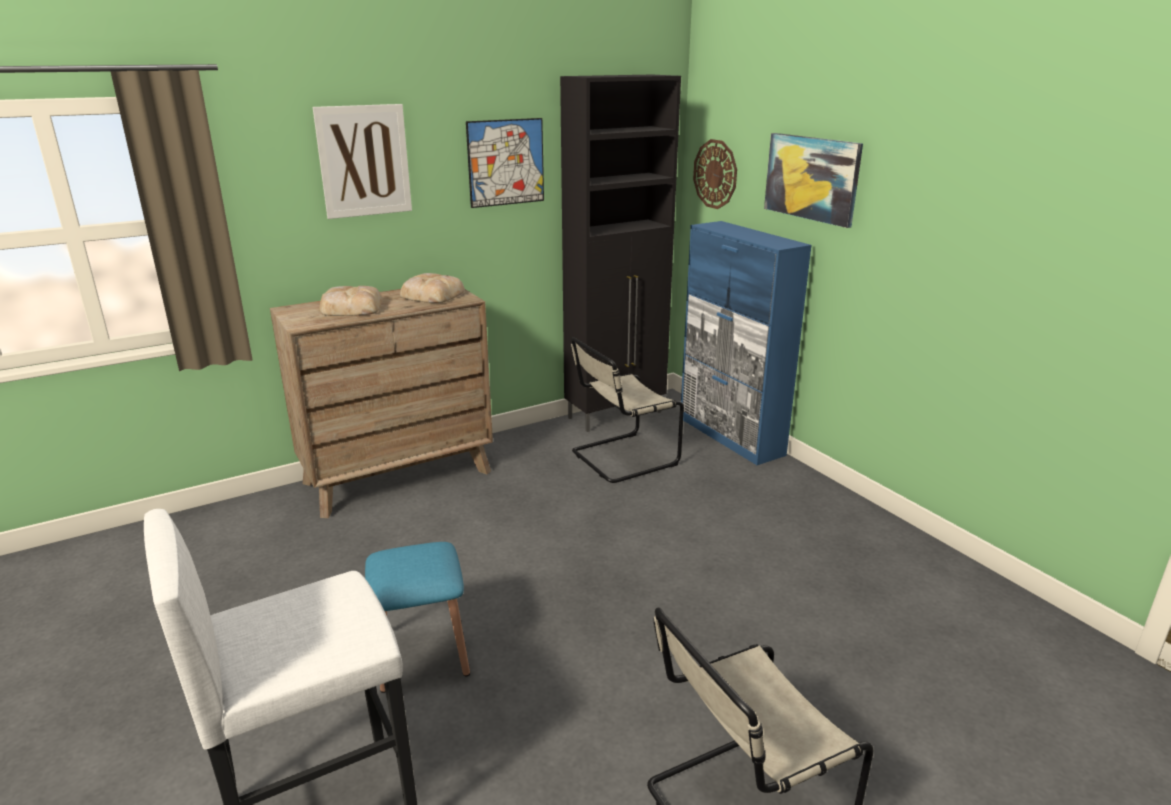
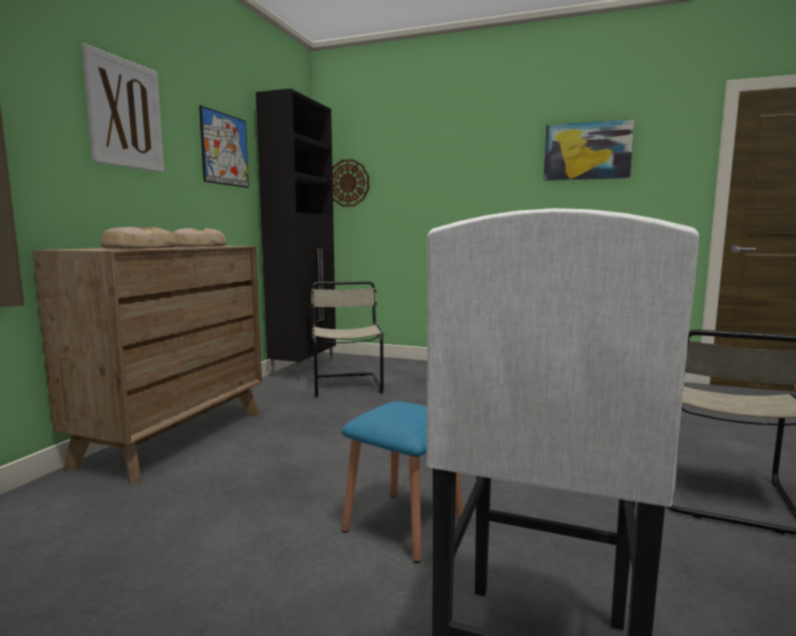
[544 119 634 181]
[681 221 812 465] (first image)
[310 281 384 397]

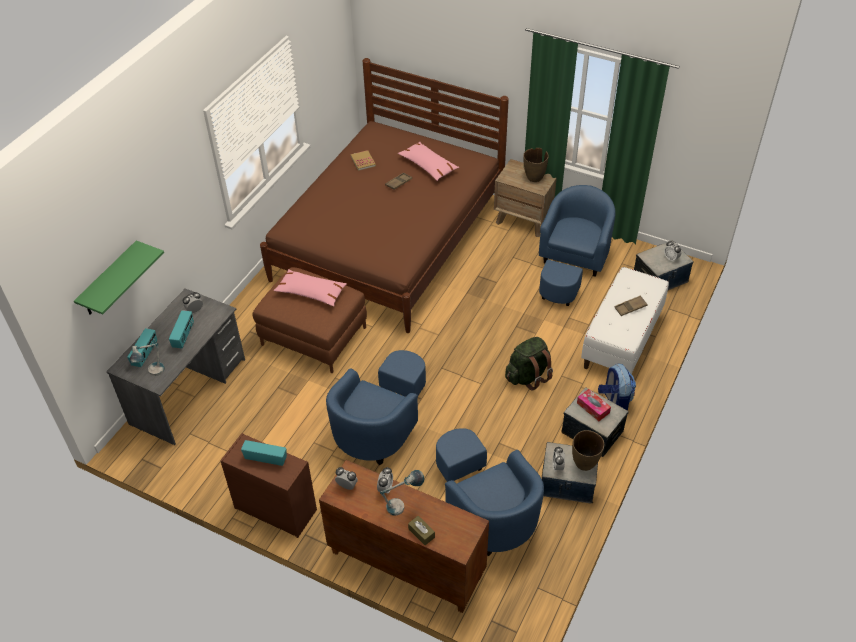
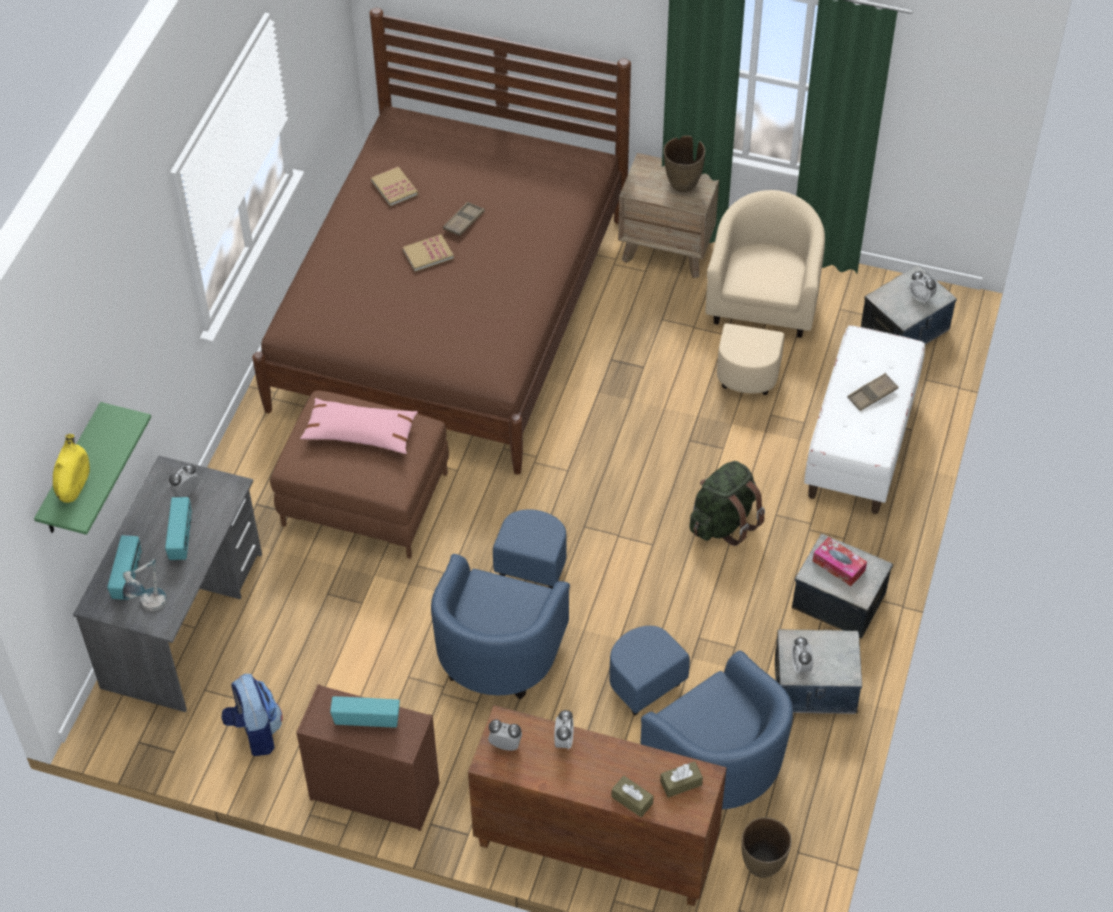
[398 142 459 181] (first image)
[705 190 825 395]
[221 674 283 756]
[741 817 792 878]
[380 470 424 516] (first image)
[402 234 454 272]
[53 434 90 503]
[660 761 703 798]

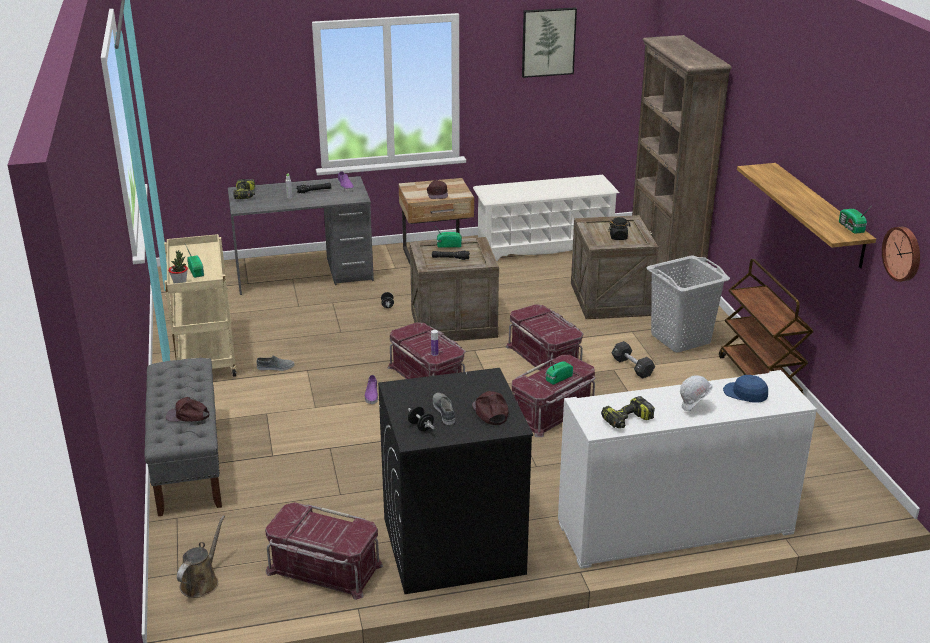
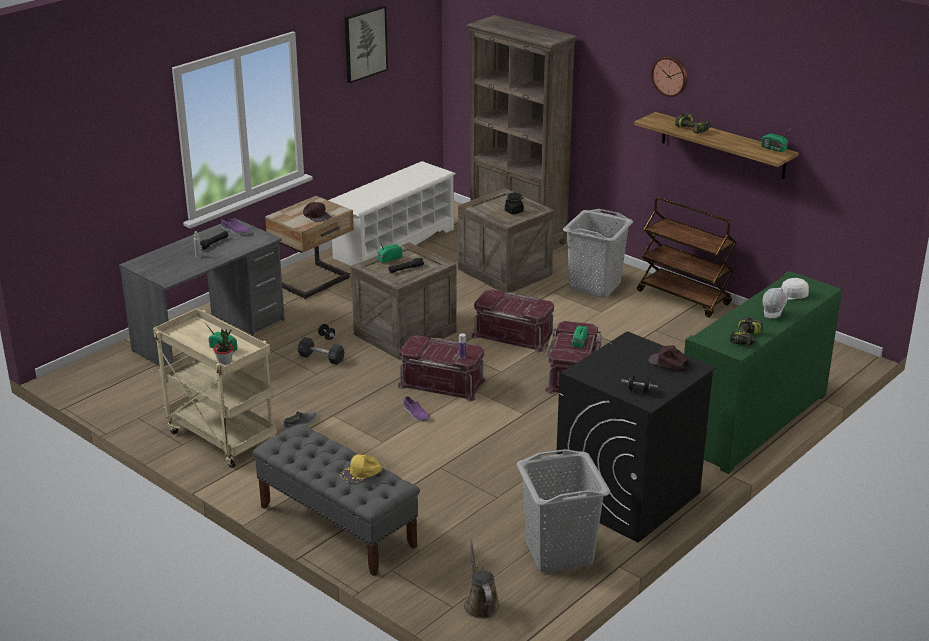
[675 113 711 134]
[651 56 688 97]
[298 337 345 365]
[684 271 842 474]
[778 278 809 300]
[433 393 455 425] (first image)
[340 455 382 483]
[516 449 610 573]

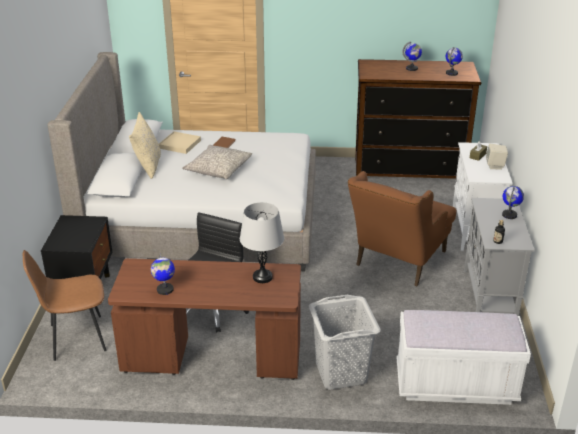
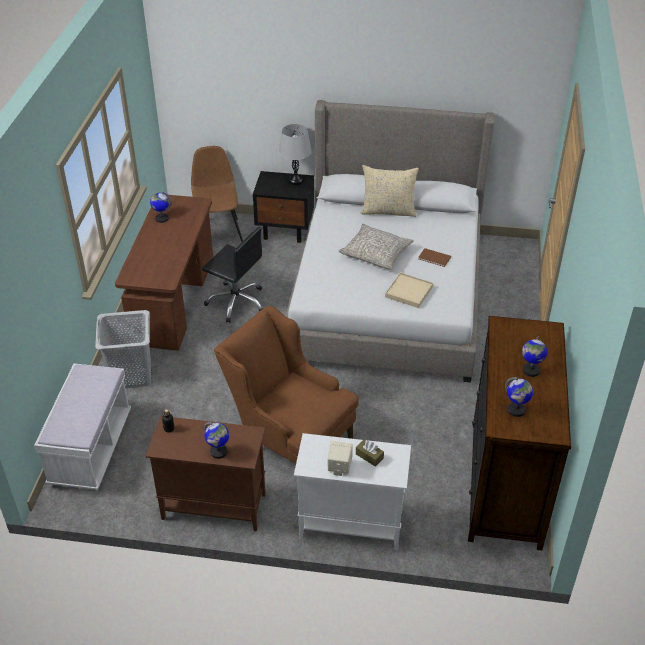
[385 273 433 308]
[146 416 266 531]
[279 124 312 185]

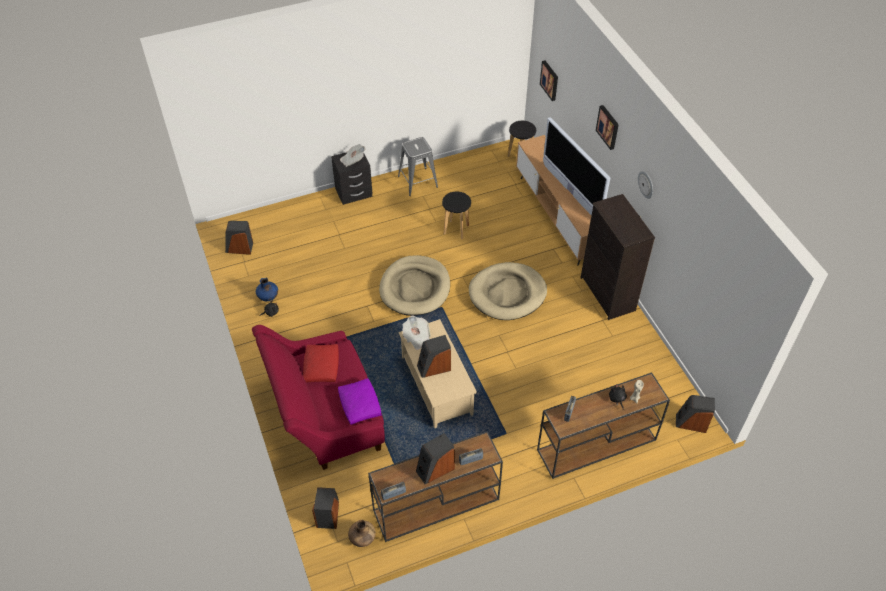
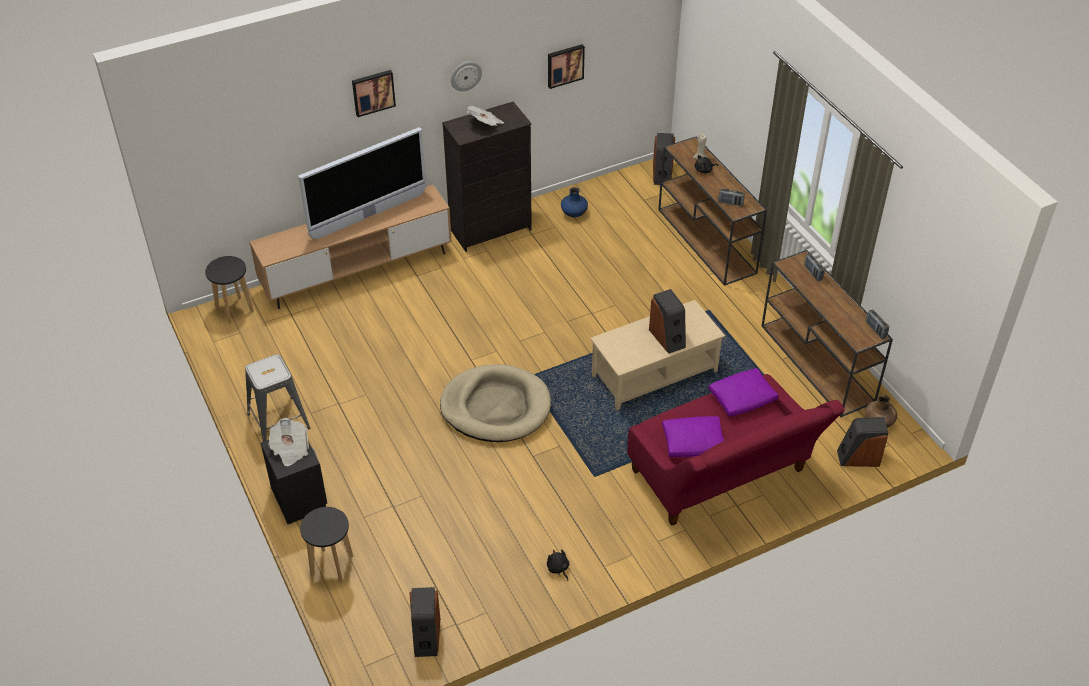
[548 44 585 89]
[300 507 353 582]
[469 262 547 320] (first image)
[561 187 588 217]
[467 106 504 126]
[662 416 724 457]
[416 433 455 484] (first image)

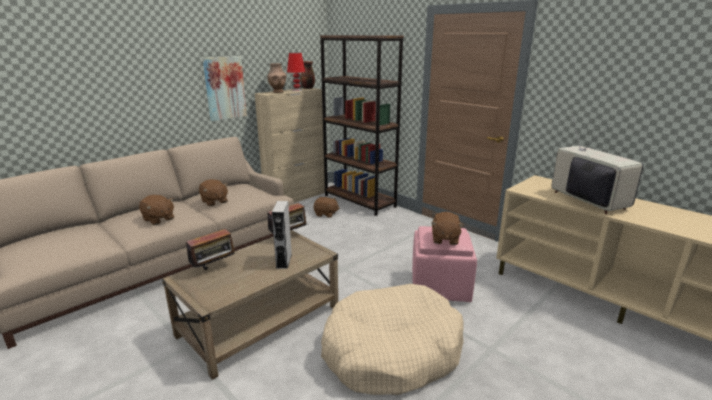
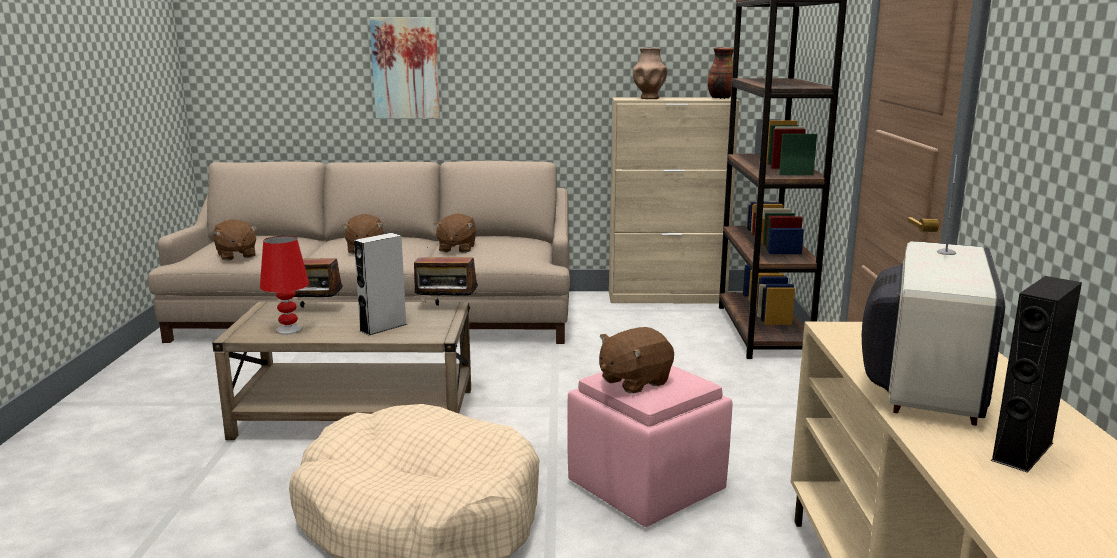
[260 236 309 335]
[370 17 440 119]
[213 219 257 261]
[991 276 1082 473]

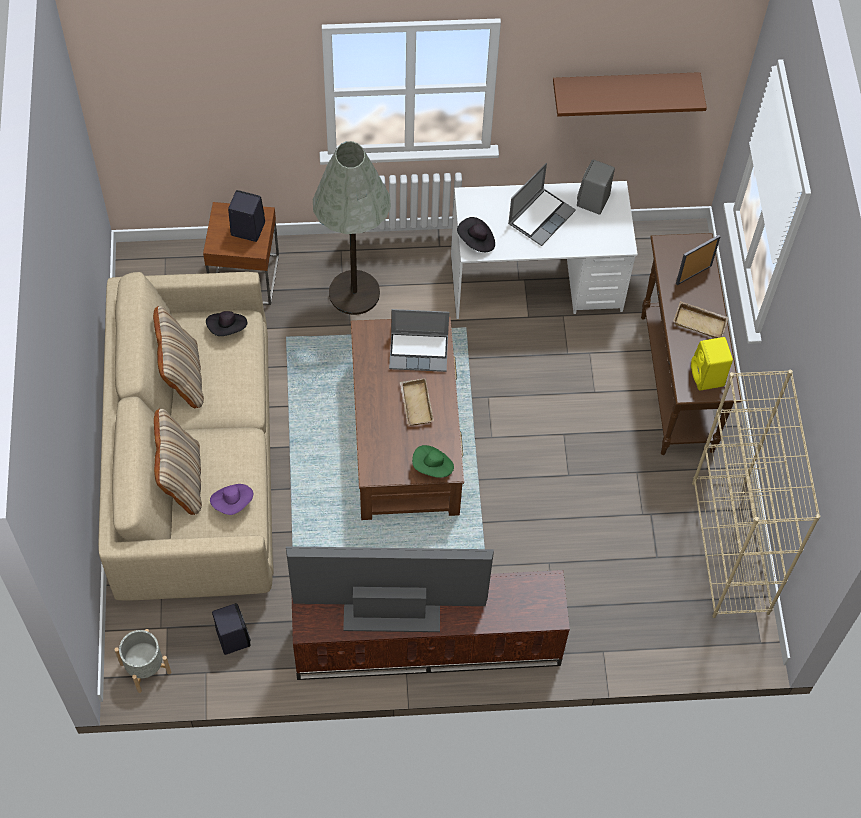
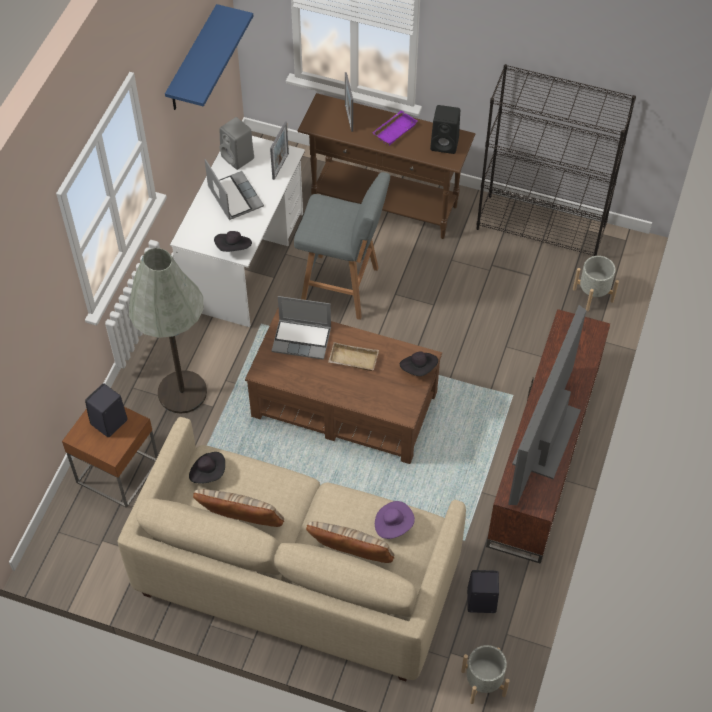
[165 4 253 110]
[372 110 417 146]
[272 296 331 360]
[430 105 460 154]
[476 64 636 256]
[400 351 438 376]
[270 121 289 180]
[294 172 390 320]
[573 256 619 311]

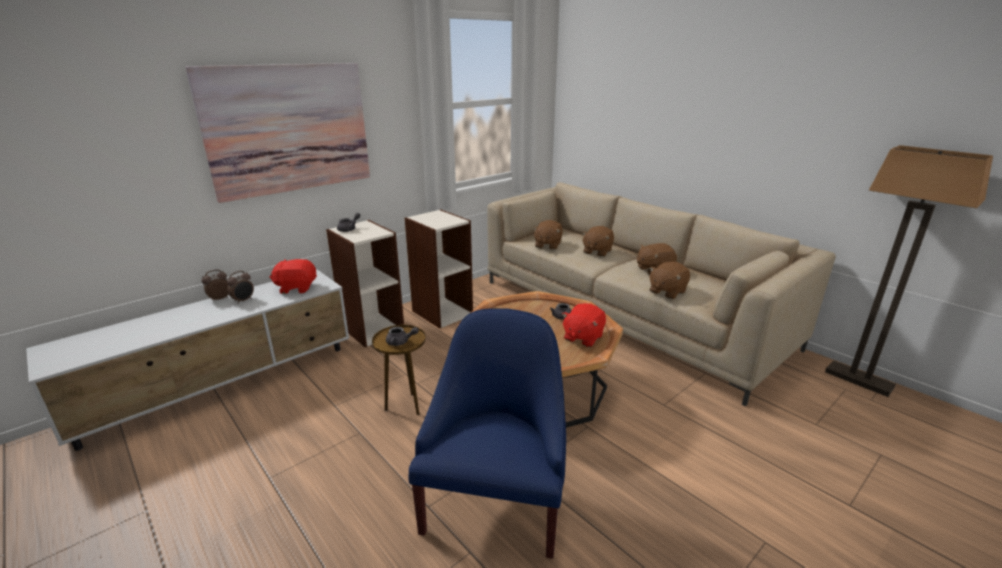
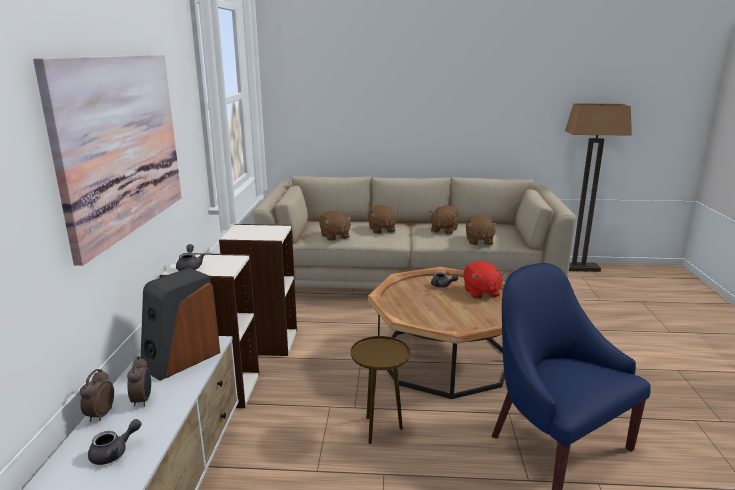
[141 268 220 381]
[88 419 141 465]

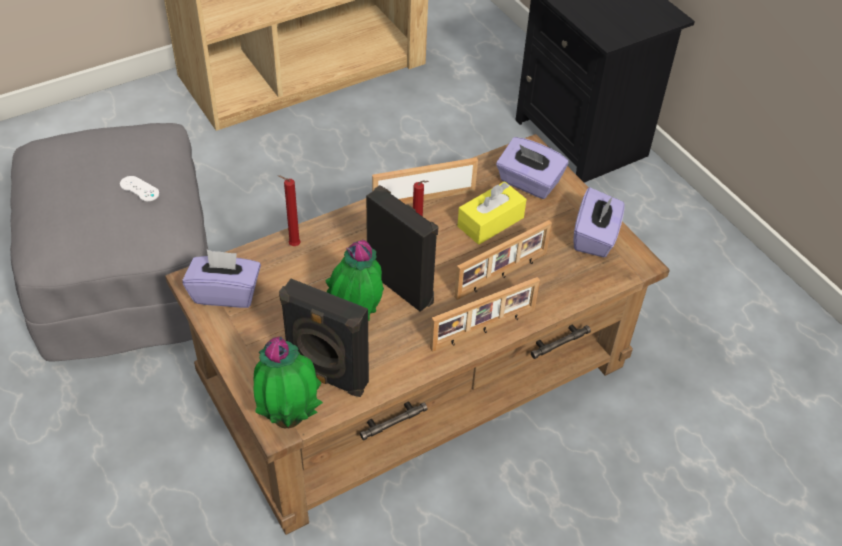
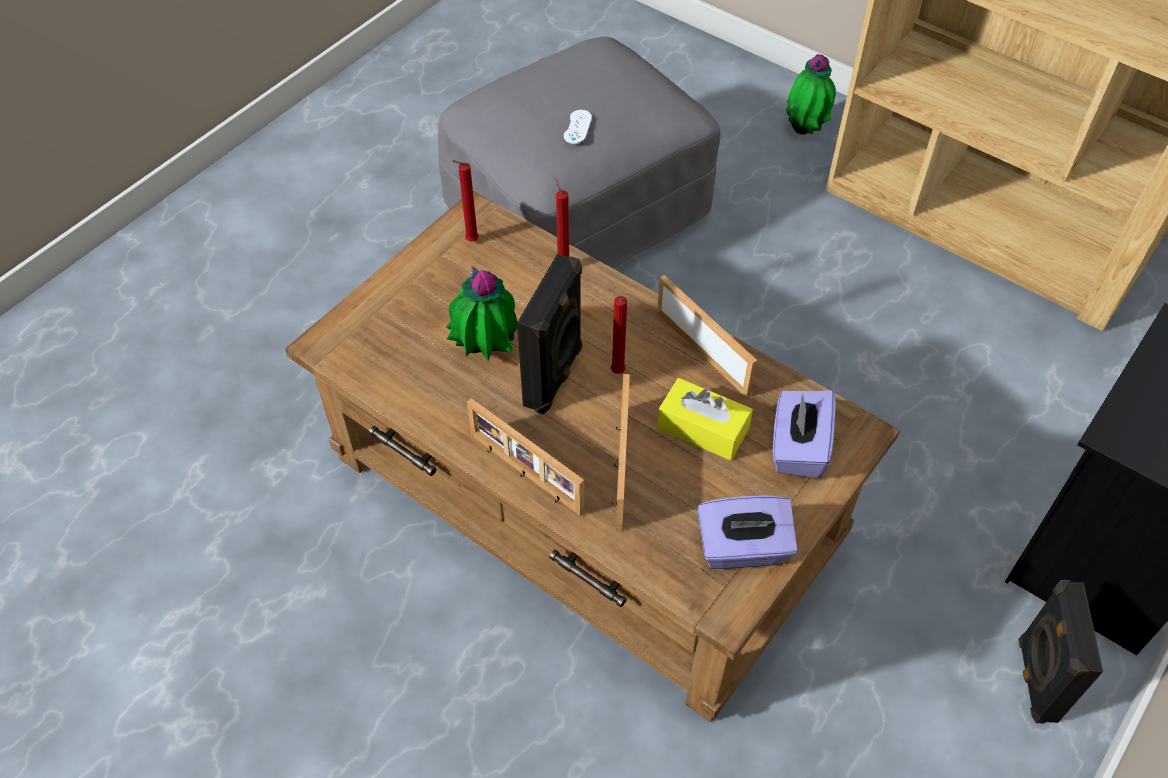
[612 374 630 531]
[452 160 479 241]
[1018 580 1103 724]
[786 54 836 134]

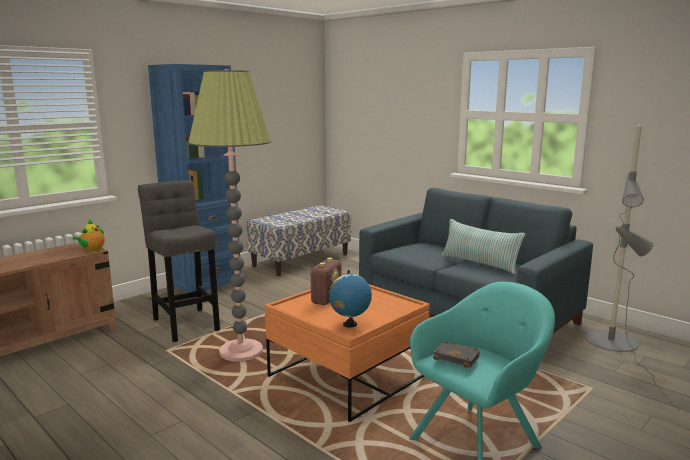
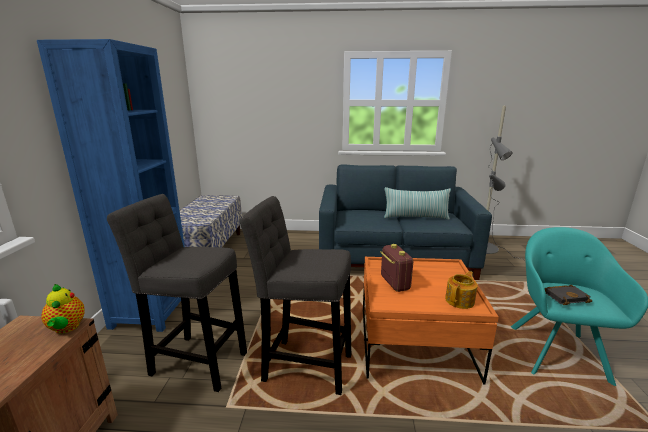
[240 196 351 395]
[445 271 478 309]

